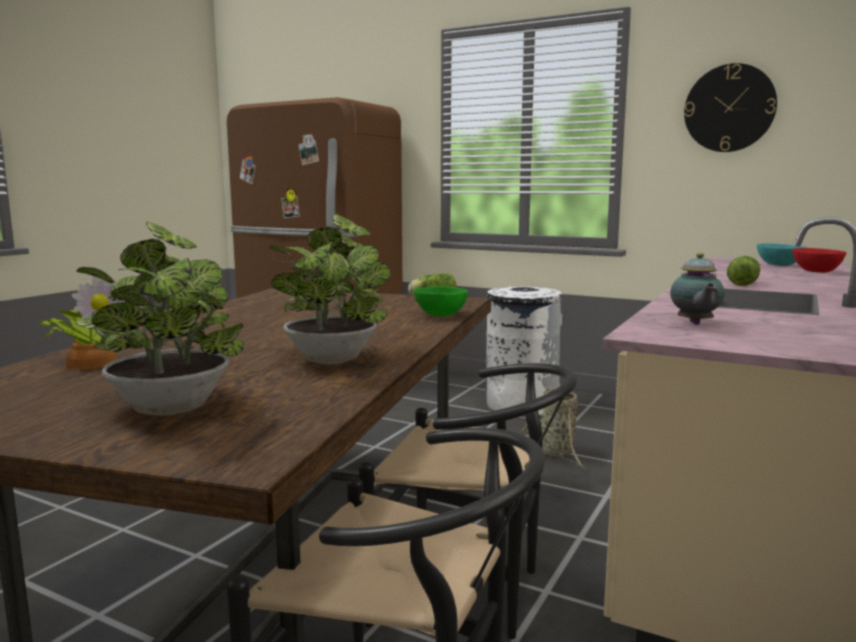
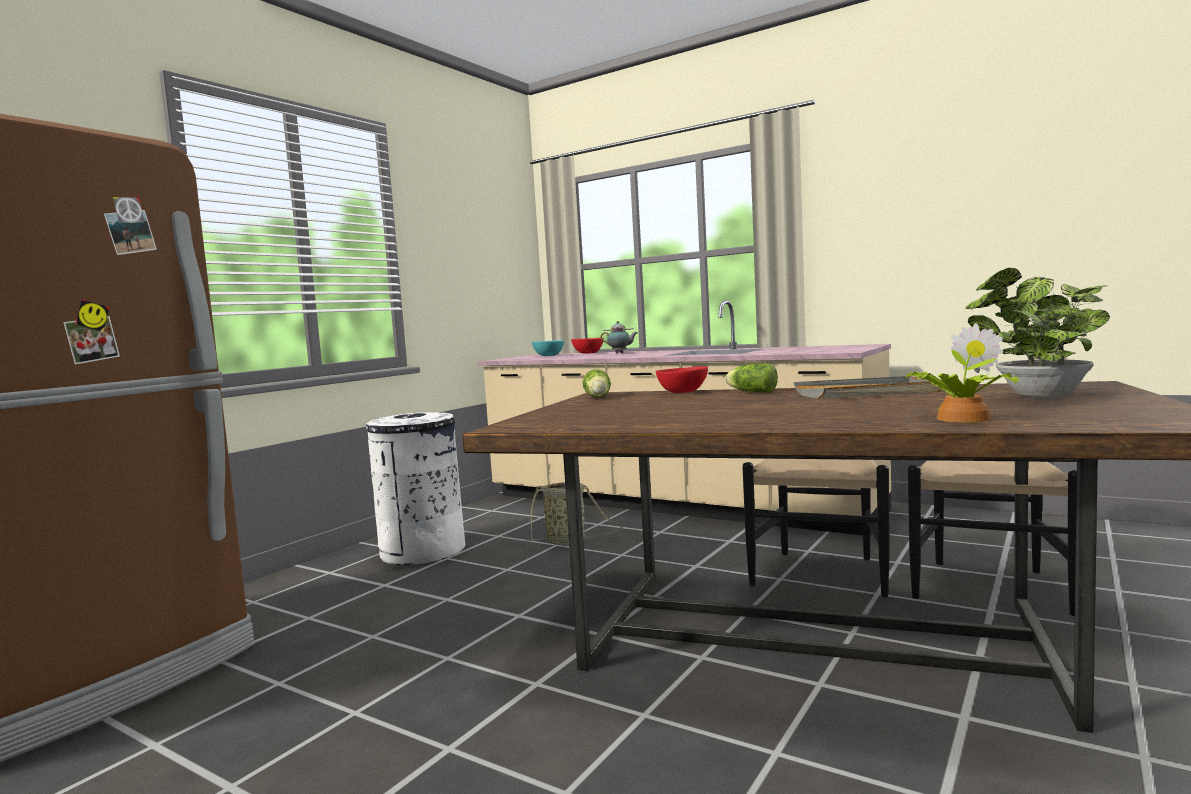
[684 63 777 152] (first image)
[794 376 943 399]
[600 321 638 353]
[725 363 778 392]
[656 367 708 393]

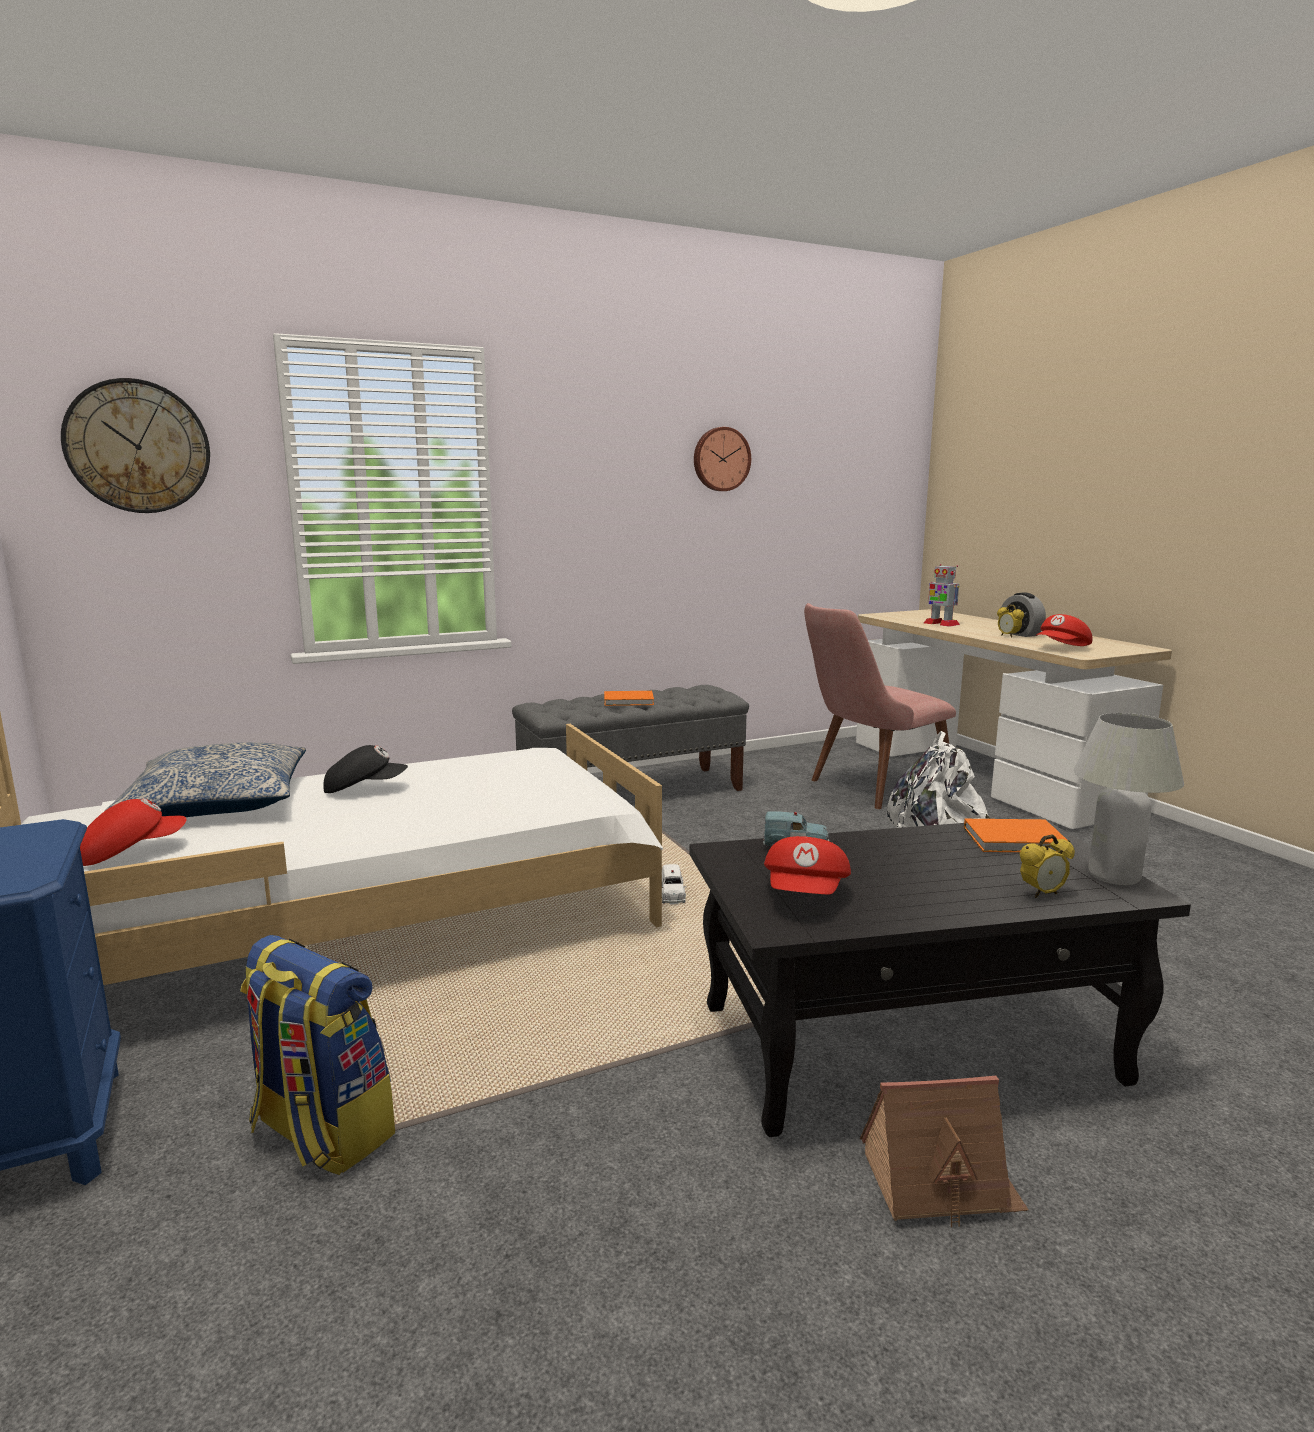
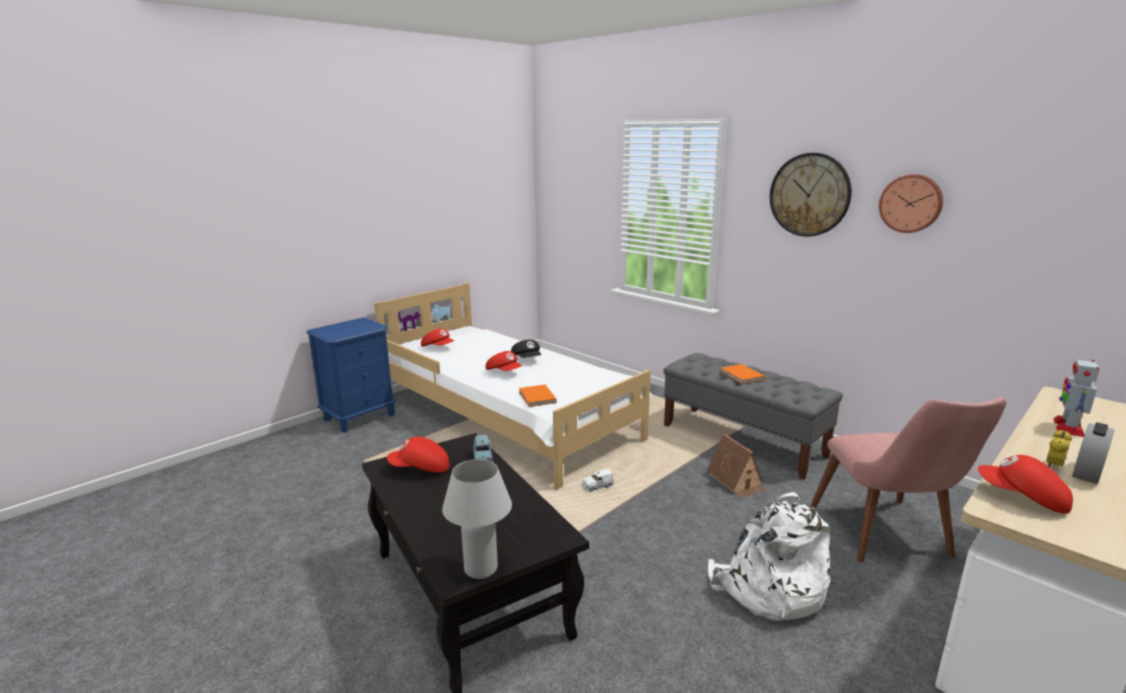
[770 153 852 237]
[811 397 1006 563]
[105 742 306 817] (first image)
[519 385 557 407]
[1020 834 1075 898] (first image)
[240 935 395 1175] (first image)
[706 434 766 498]
[486 351 522 371]

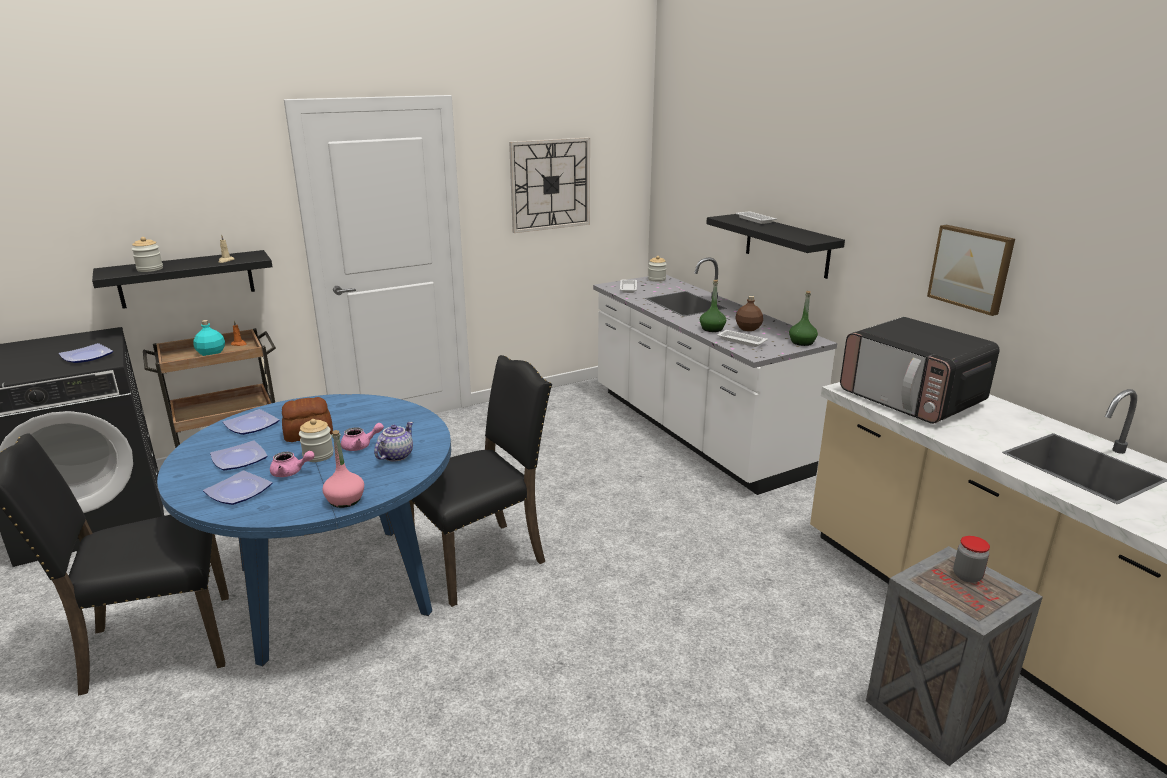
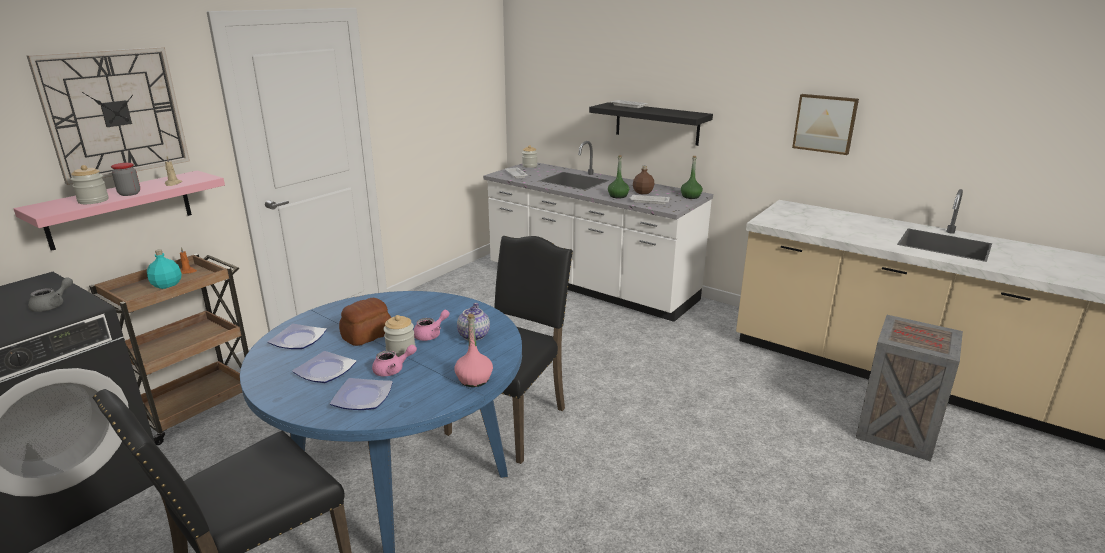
[27 47 190 185]
[13 170 225 251]
[840 317 999 424] (first image)
[28 277 73 312]
[111 163 140 196]

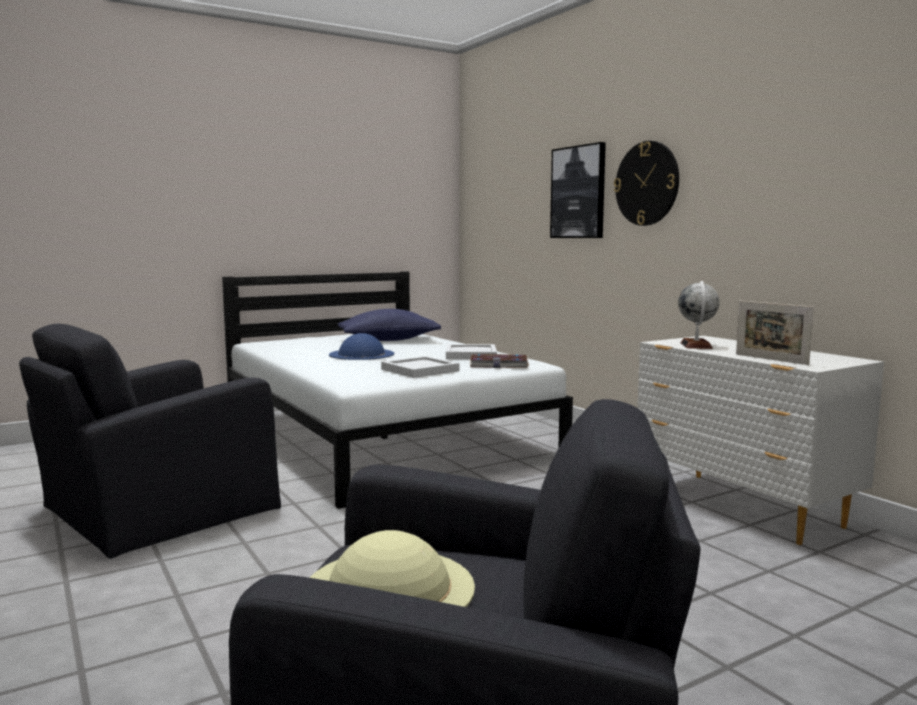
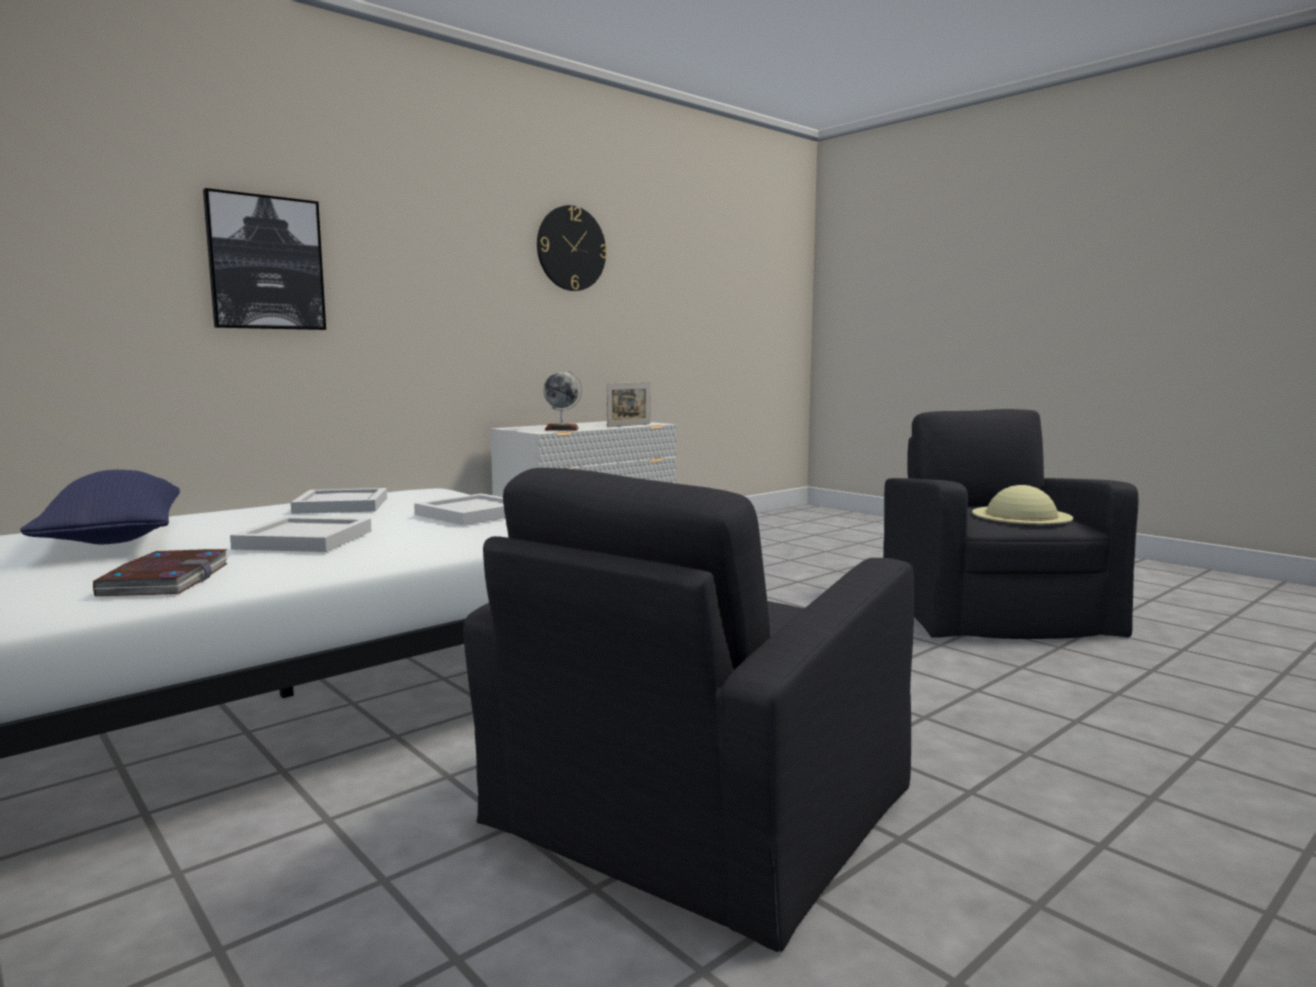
[537 205 607 291]
[463 468 914 952]
[230 517 372 552]
[93 549 229 596]

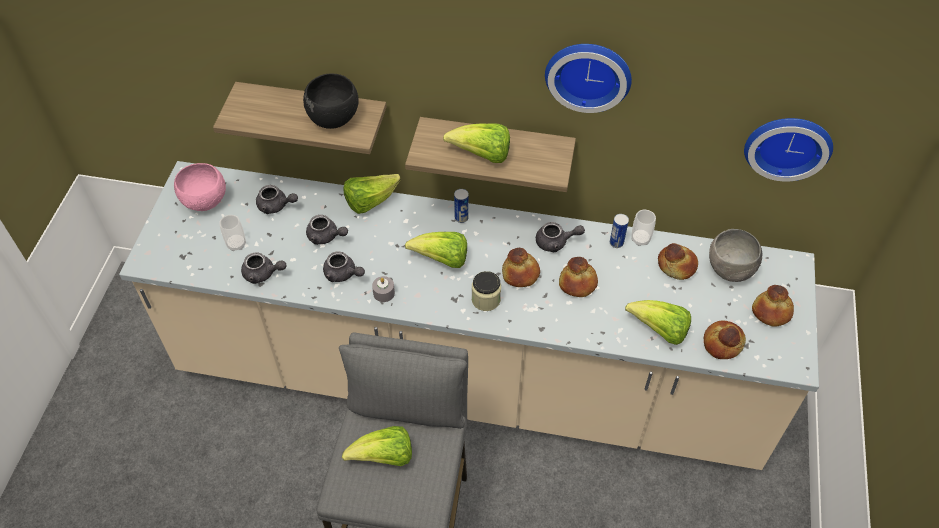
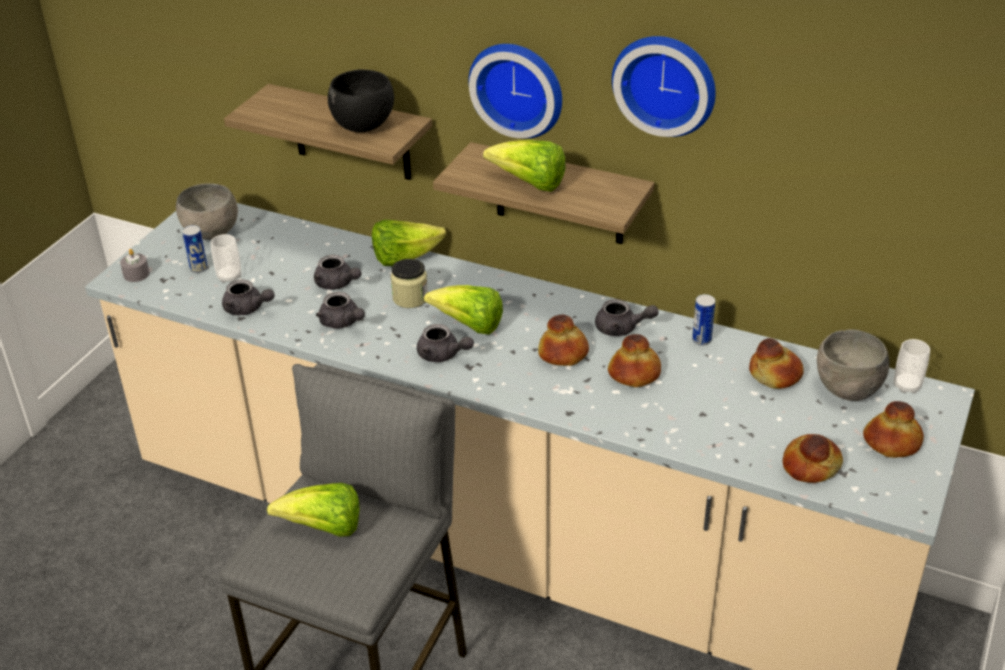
[469 44 562 139]
[176 183 238 240]
[417 324 474 362]
[182 225 208 273]
[894 339 930 393]
[391 259 428 308]
[120 249 150 282]
[625 300 691 345] (first image)

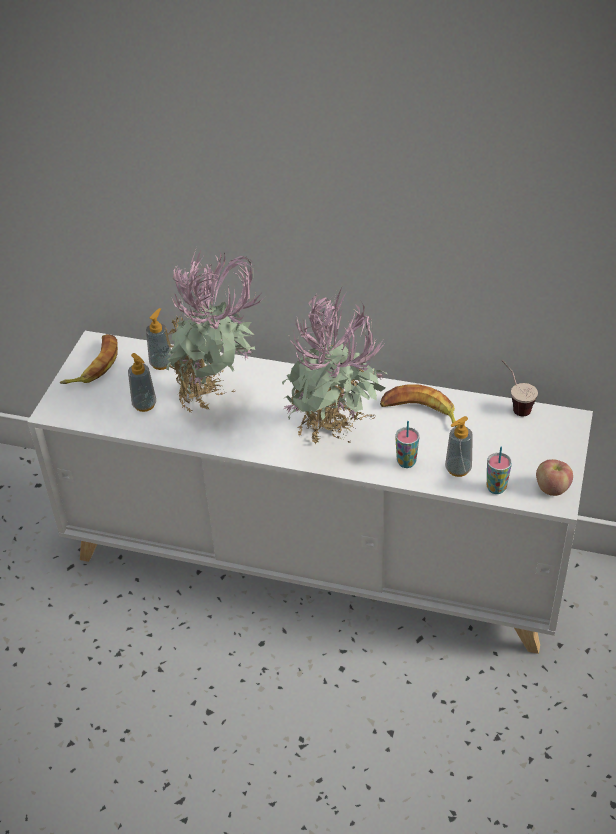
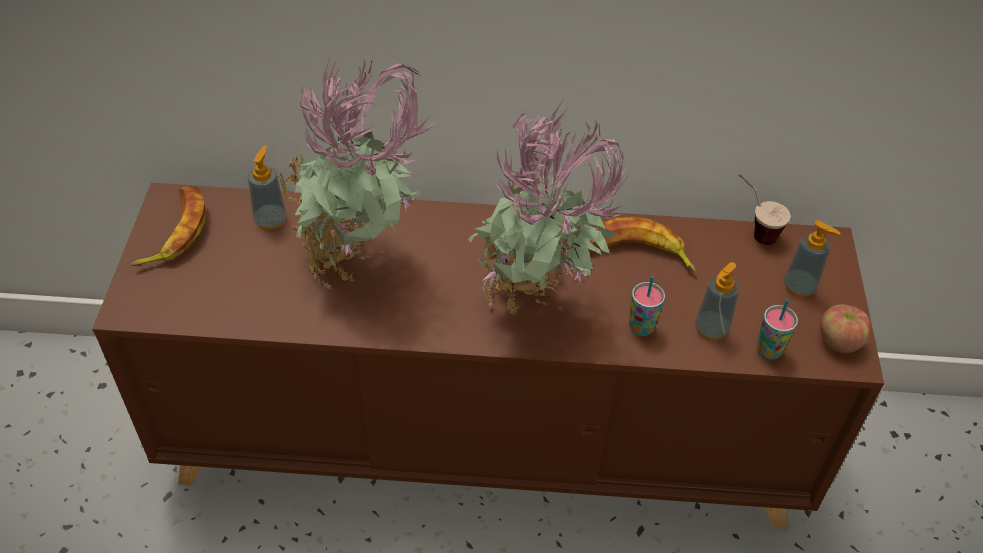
[92 183 884 529]
[784 220 840 297]

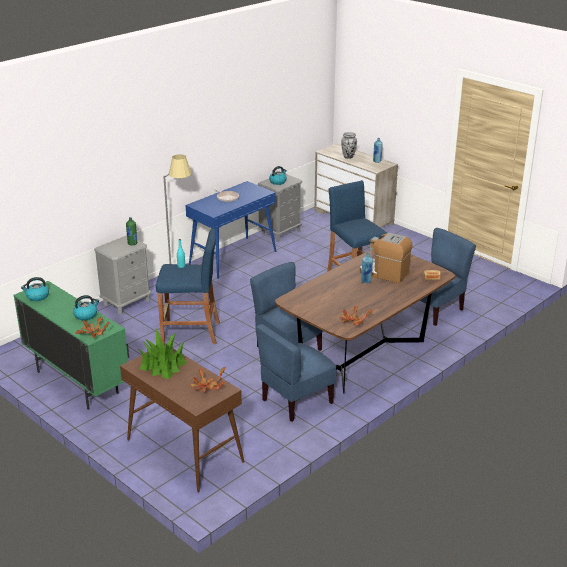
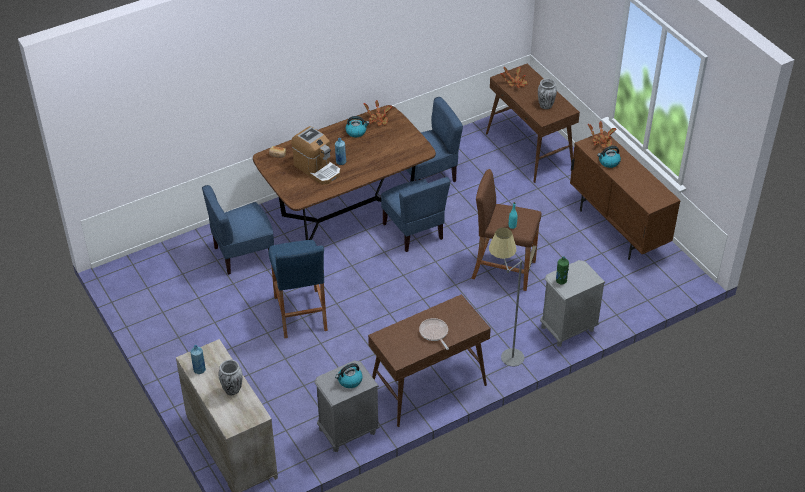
[368 294 491 427]
[471 169 542 291]
[345 116 369 137]
[570 131 681 260]
[538 78 557 109]

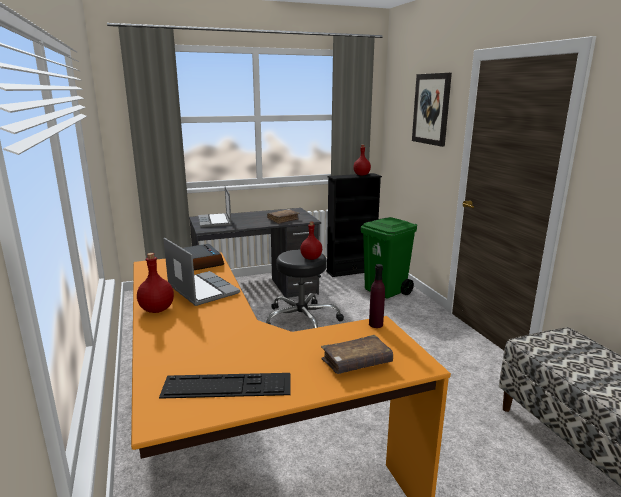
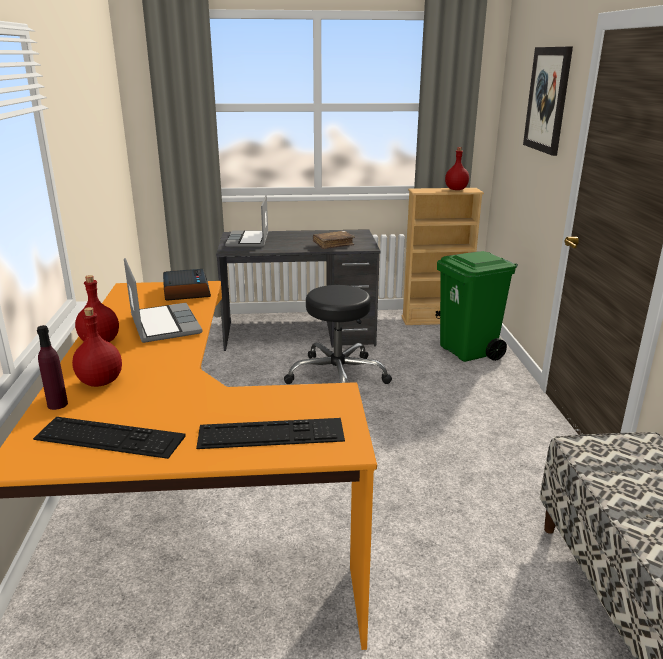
[402 188 484 325]
[72 307 122 387]
[37 325 68 410]
[196 418 345 449]

